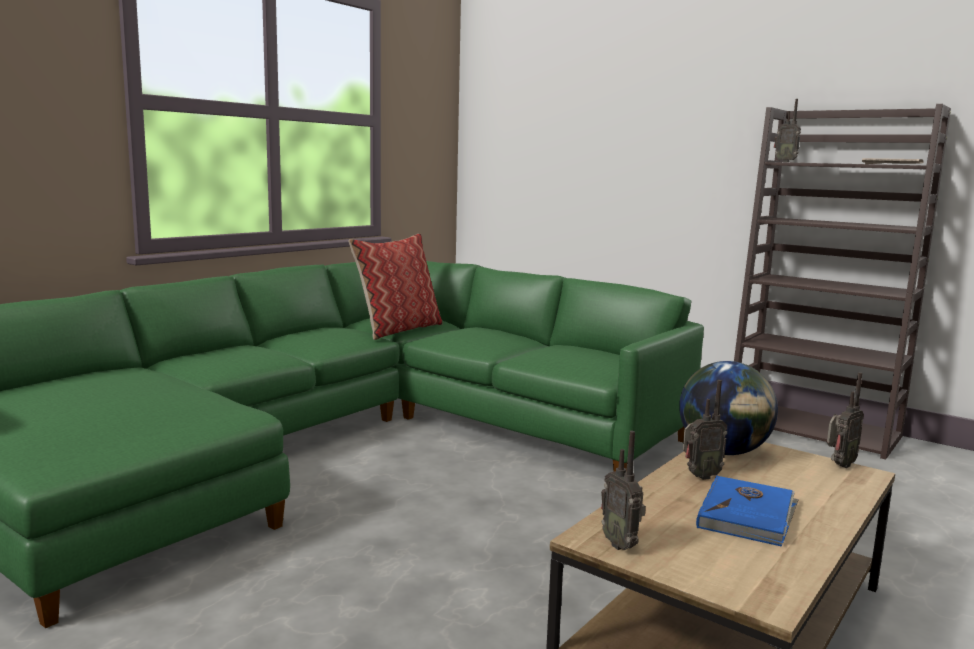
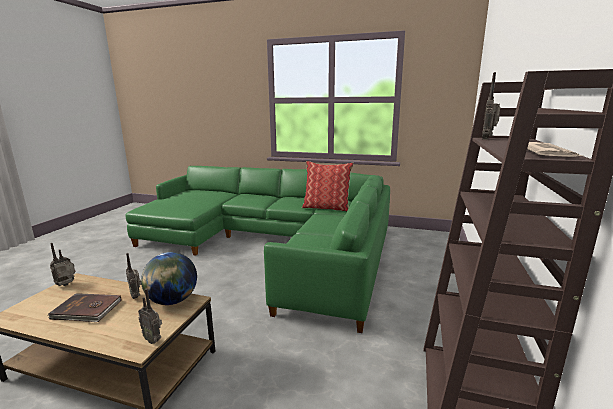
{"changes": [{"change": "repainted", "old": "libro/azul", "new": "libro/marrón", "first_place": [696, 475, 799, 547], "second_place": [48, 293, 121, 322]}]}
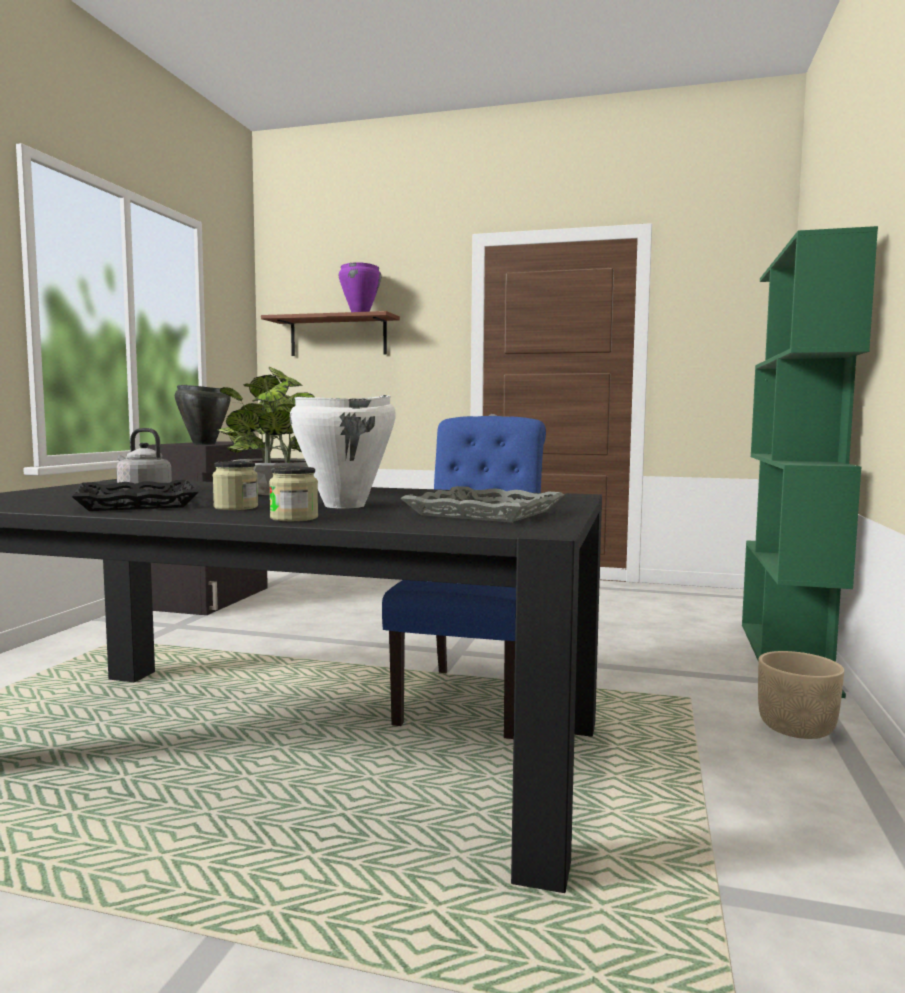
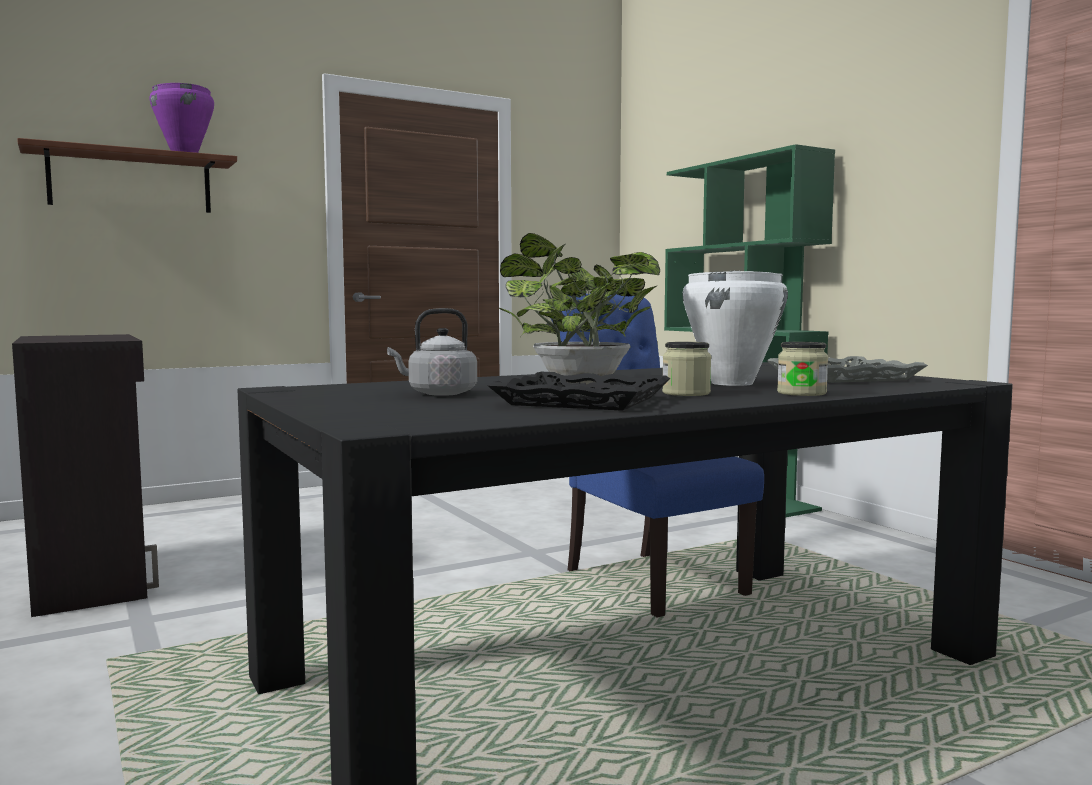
{"changes": [{"change": "gone", "old": "olla/negro", "first_place": [175, 385, 231, 444]}, {"change": "gone", "old": "maceta/beis", "first_place": [758, 651, 844, 739]}]}
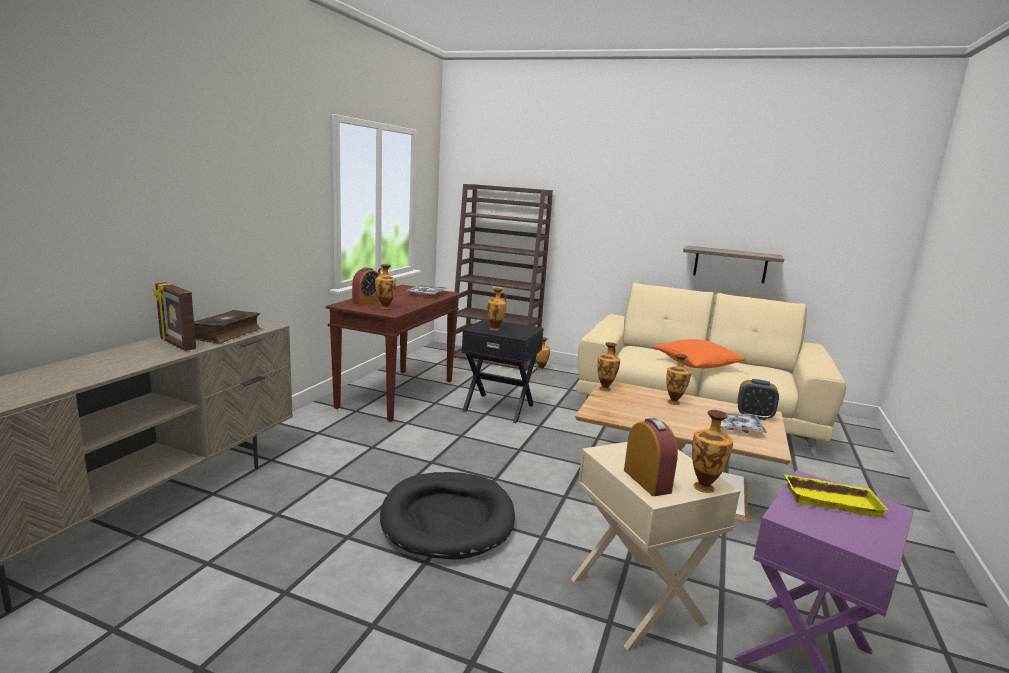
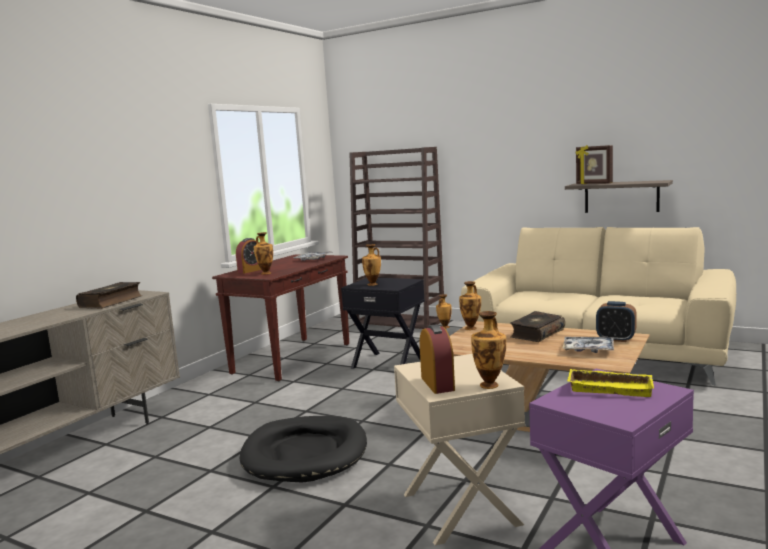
{"changes": [{"change": "shifted", "old": "portarretratos", "first_place": [154, 282, 196, 351], "second_place": [576, 145, 613, 184]}, {"change": "gone", "old": "cojín/naranja", "first_place": [653, 339, 746, 368]}, {"change": "swapped", "old": "florero", "new": "libro", "first_place": [666, 354, 691, 405], "second_place": [510, 311, 565, 342]}]}
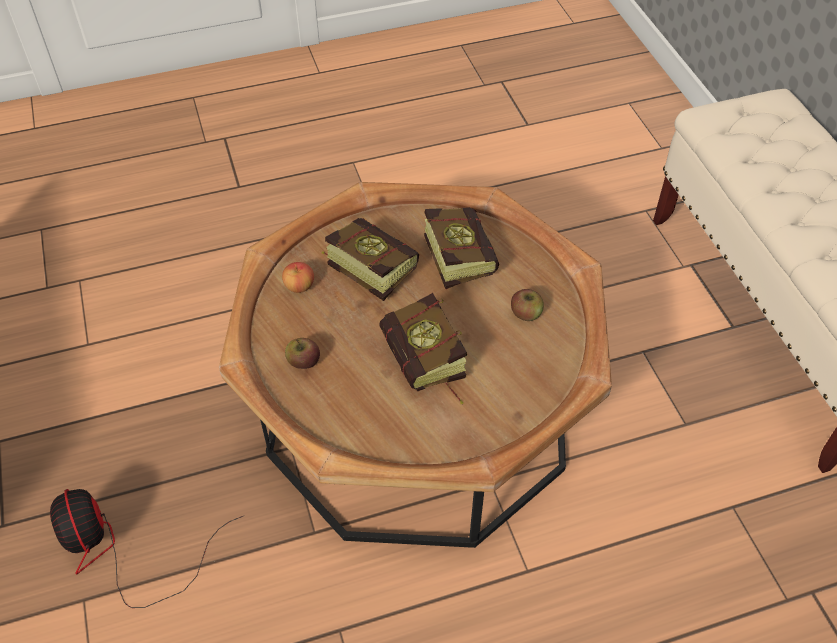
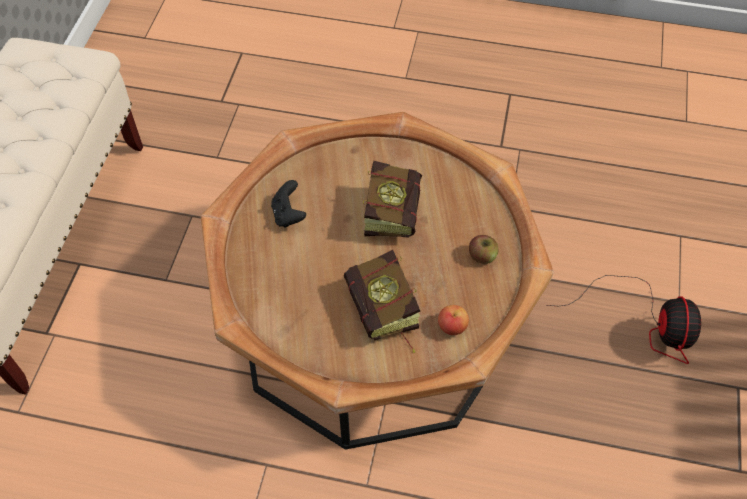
{"changes": [{"change": "gone", "old": "libro", "first_place": [424, 207, 499, 289]}, {"change": "swapped", "old": "manzana", "new": "mando de consola/negro", "first_place": [511, 289, 544, 321], "second_place": [271, 180, 306, 228]}]}
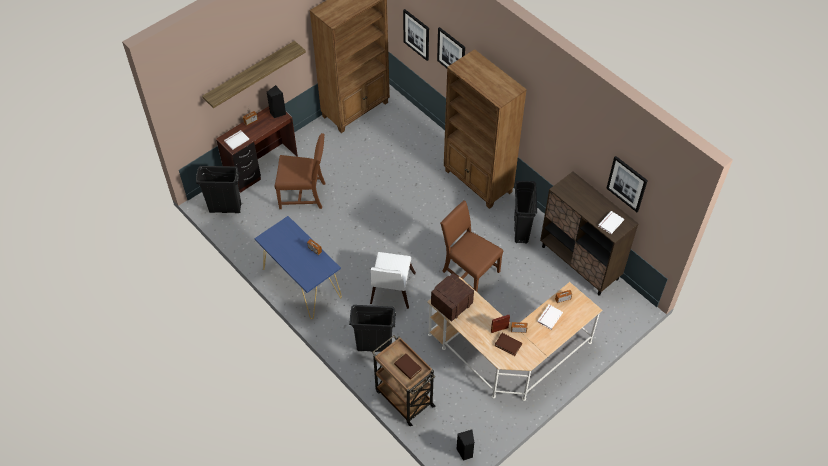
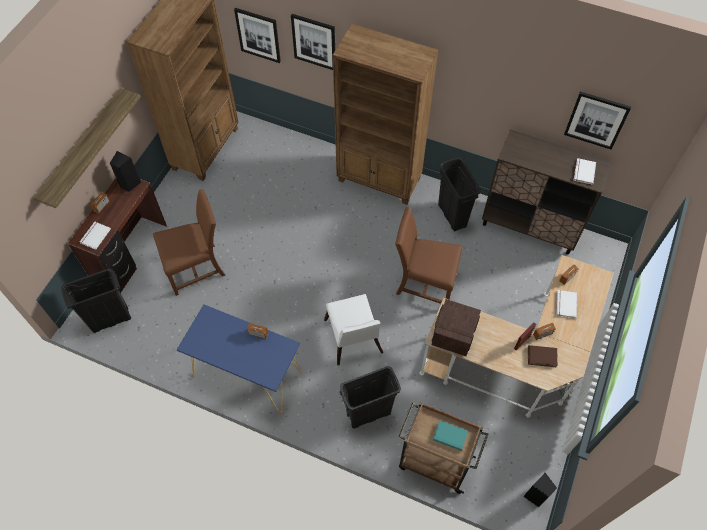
{"changes": [{"change": "repainted", "old": "libro/marrón", "new": "libro/turquesa", "first_place": [394, 353, 422, 380], "second_place": [433, 420, 468, 451]}]}
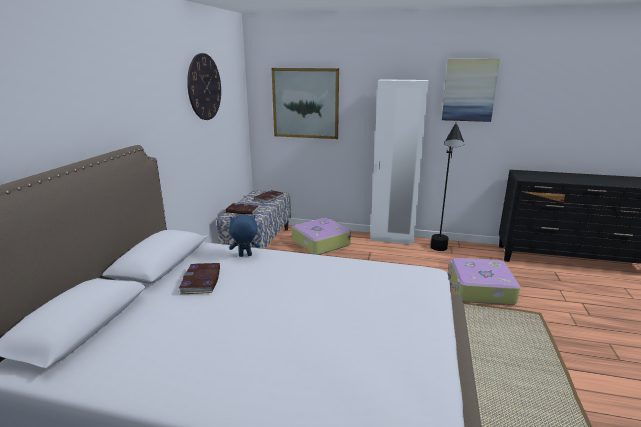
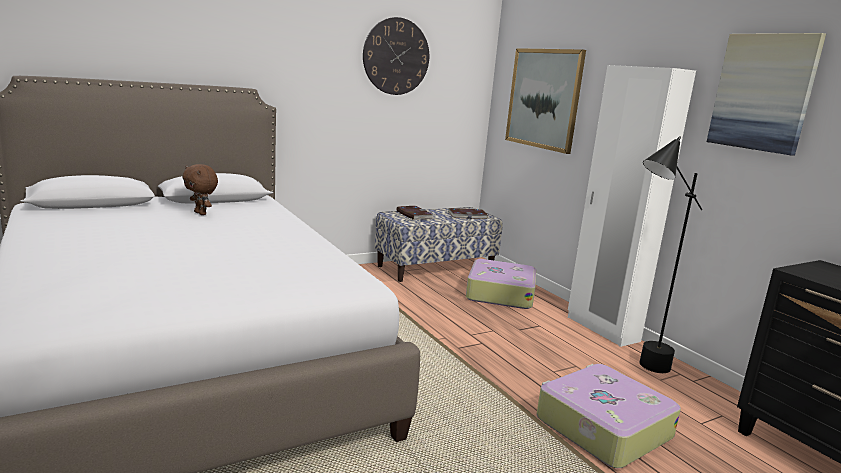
{"changes": [{"change": "gone", "old": "peluche/azul", "first_place": [229, 215, 260, 257]}, {"change": "swapped", "old": "libro", "new": "peluche/marrón", "first_place": [179, 263, 220, 294], "second_place": [182, 164, 218, 215]}]}
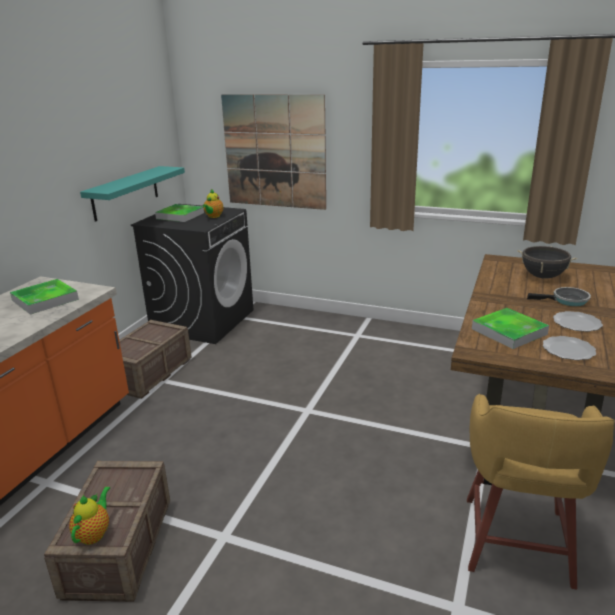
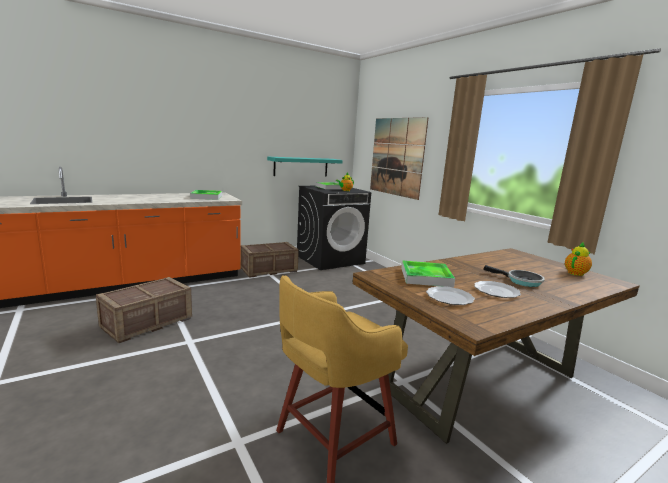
{"changes": [{"change": "gone", "old": "olla/negro", "first_place": [517, 246, 577, 279]}, {"change": "shifted", "old": "tetera", "first_place": [69, 486, 111, 545], "second_place": [565, 242, 592, 276]}]}
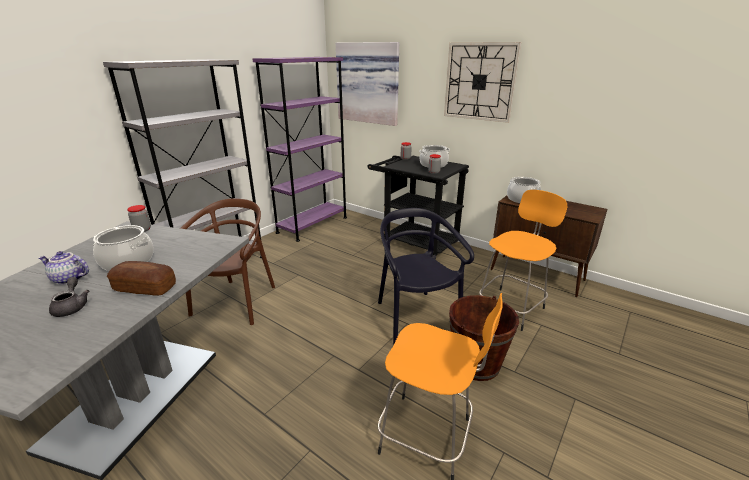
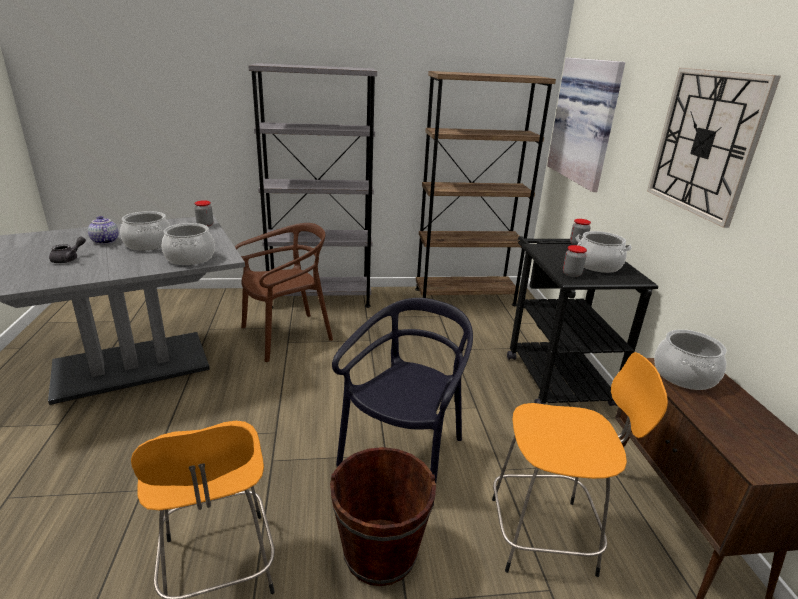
{"changes": [{"change": "repainted", "old": "estantería/morado", "new": "estantería/marrón", "first_place": [252, 57, 347, 242], "second_place": [415, 71, 556, 306]}, {"change": "gone", "old": "pan", "first_place": [107, 261, 176, 296]}, {"change": "new", "new": "olla", "second_place": [162, 223, 215, 265]}]}
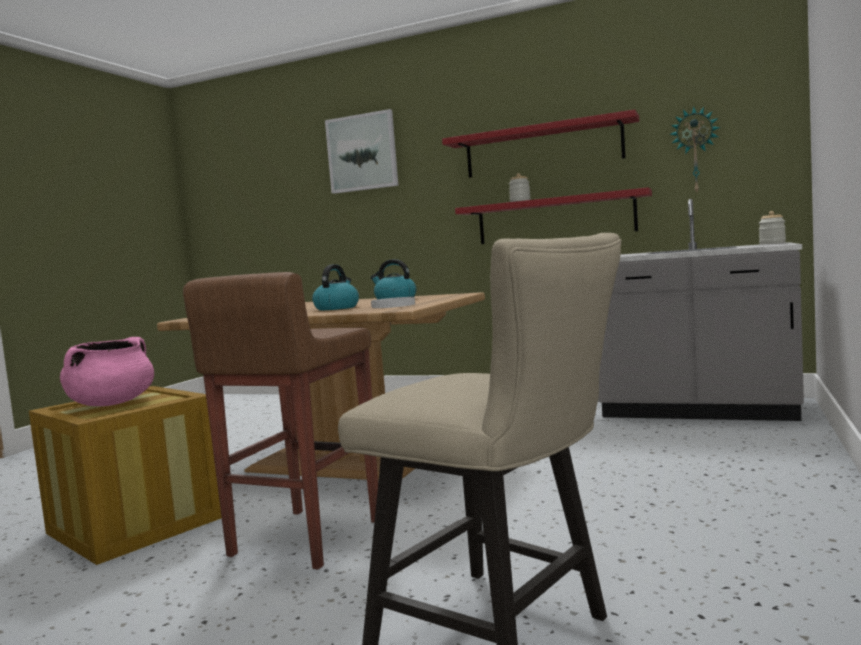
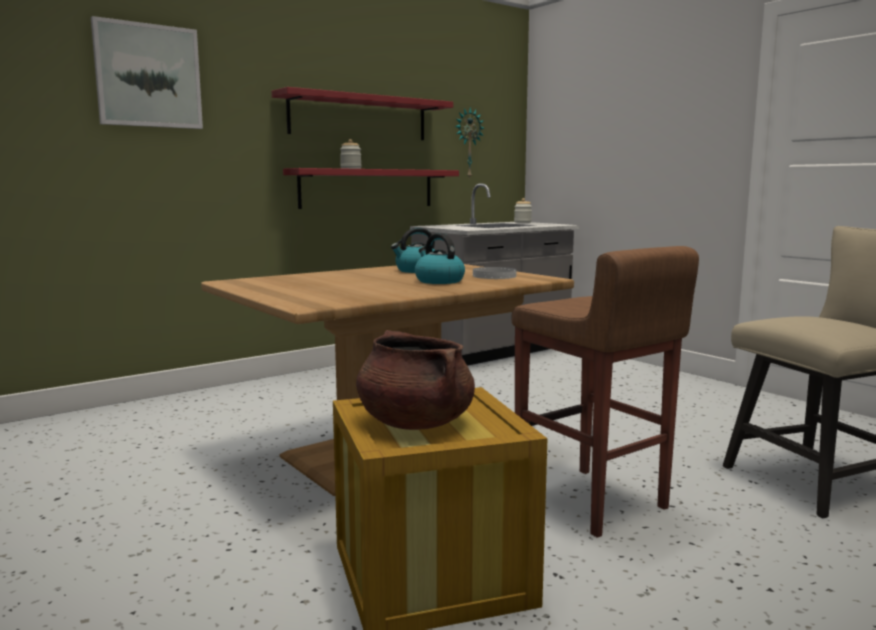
{"changes": [{"change": "repainted", "old": "olla/rosa", "new": "olla/marrón", "first_place": [60, 337, 154, 406], "second_place": [356, 330, 475, 430]}]}
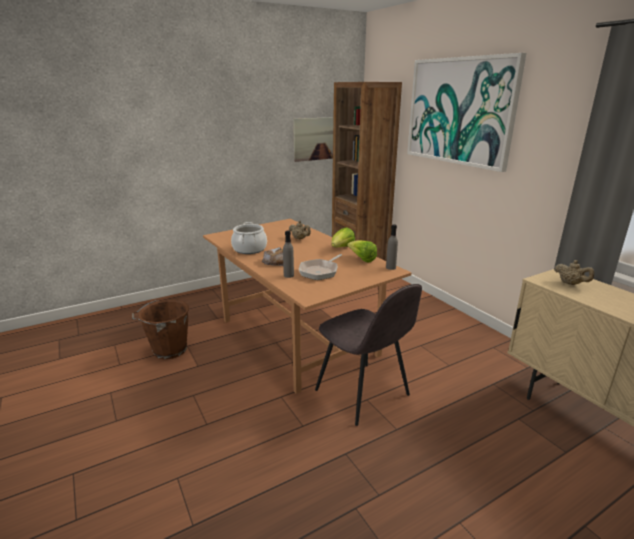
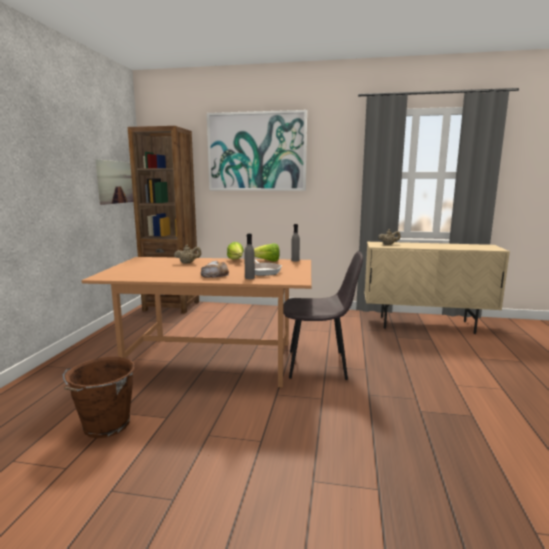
{"changes": [{"change": "gone", "old": "olla", "first_place": [231, 222, 267, 254]}]}
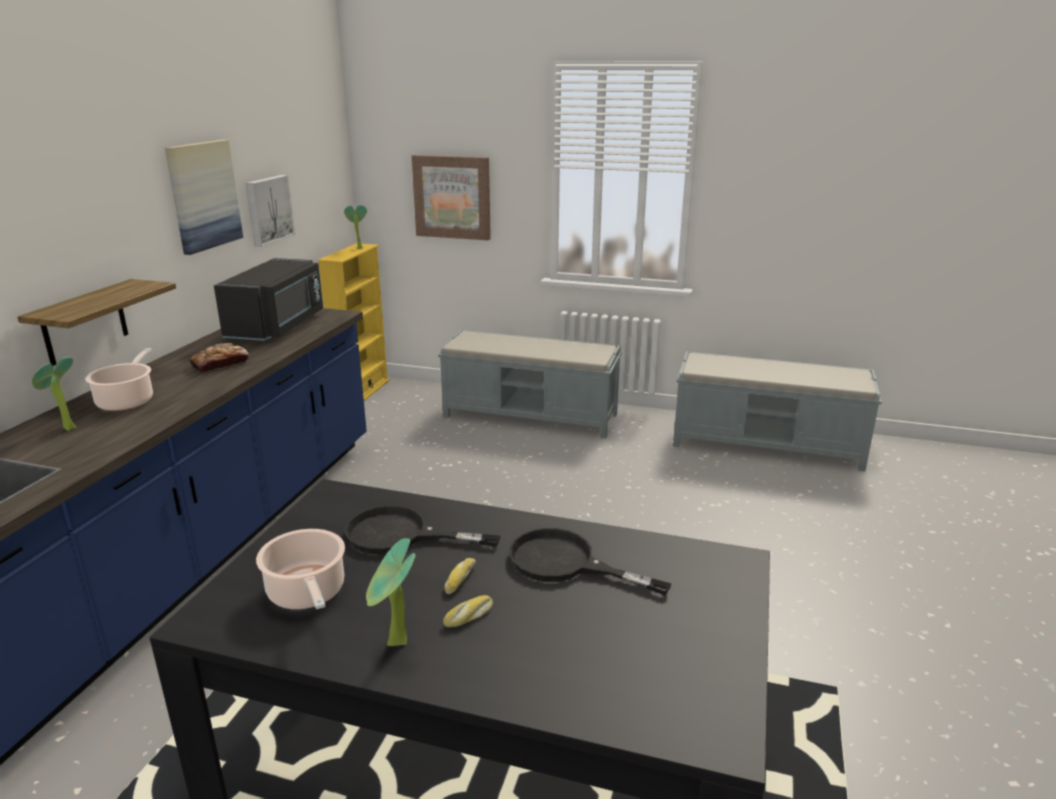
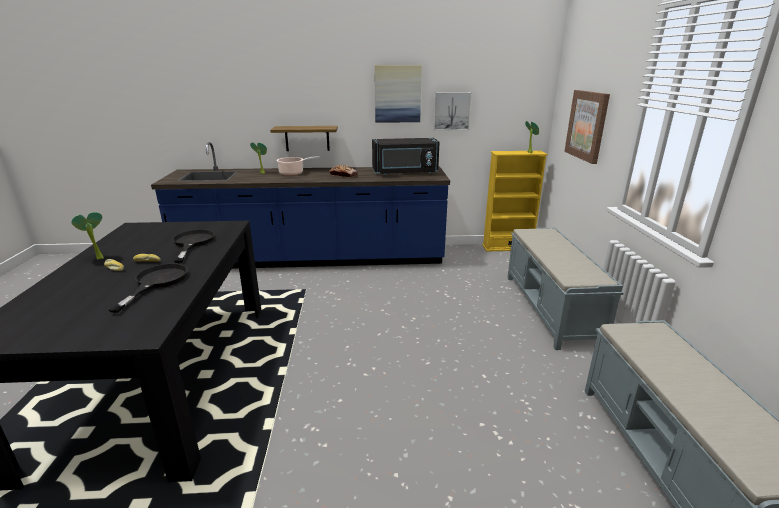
{"changes": [{"change": "gone", "old": "olla", "first_place": [256, 529, 345, 609]}]}
